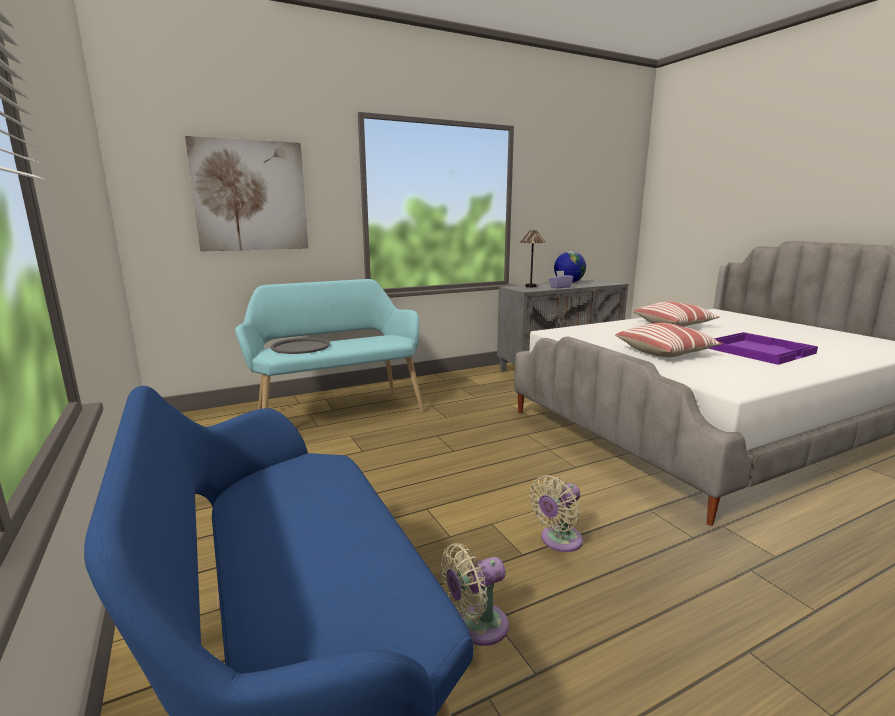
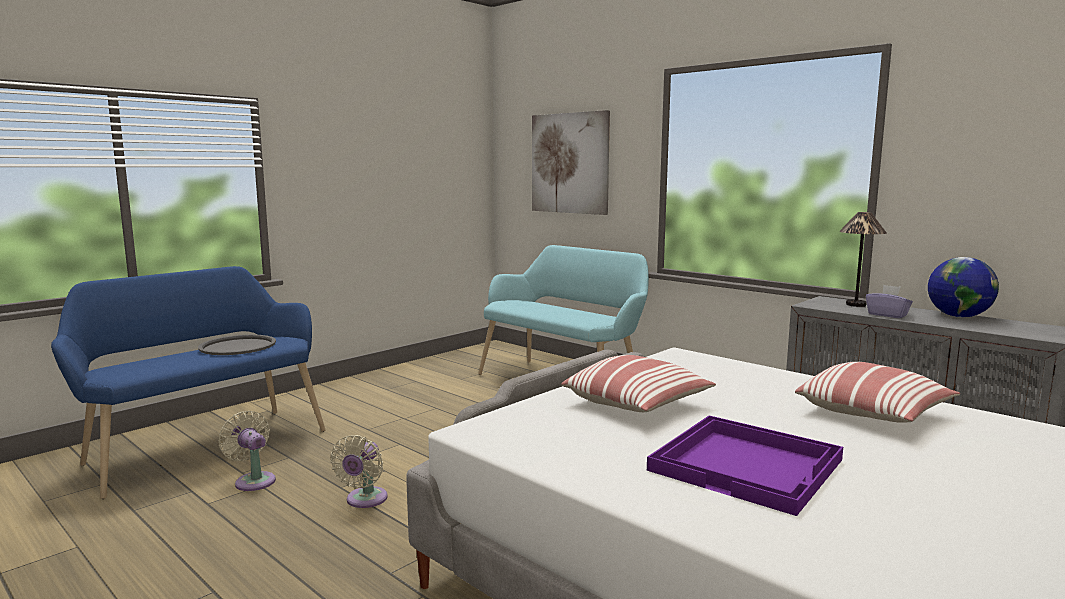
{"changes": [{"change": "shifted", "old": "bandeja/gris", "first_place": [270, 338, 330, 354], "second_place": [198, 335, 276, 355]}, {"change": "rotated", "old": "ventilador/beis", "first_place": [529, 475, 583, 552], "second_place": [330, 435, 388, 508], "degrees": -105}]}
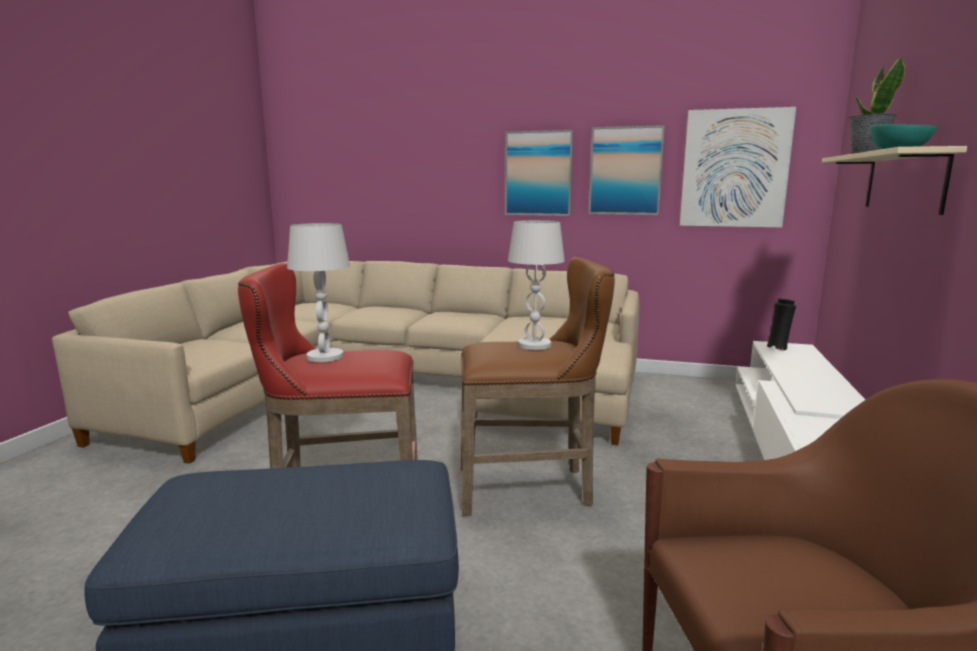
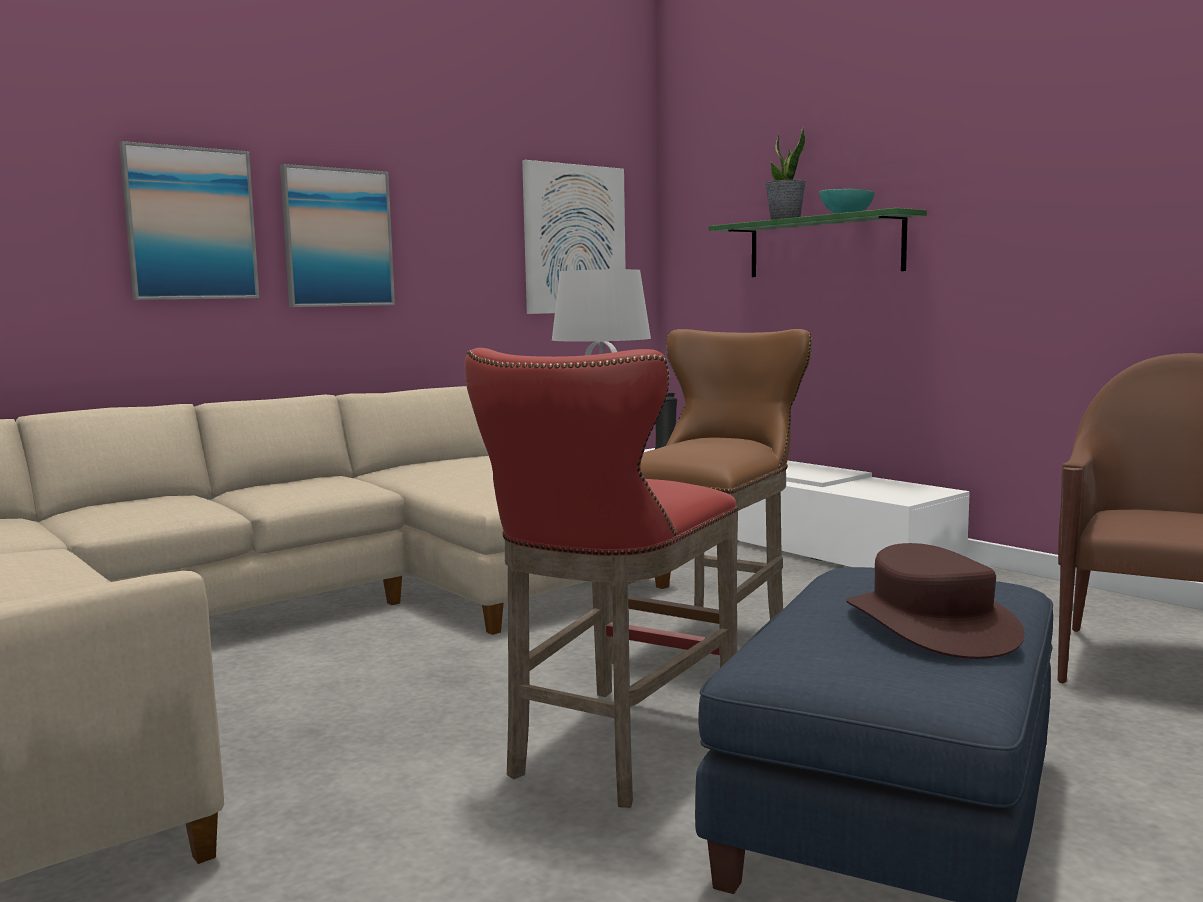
{"changes": [{"change": "shifted", "old": "cuadro", "first_place": [589, 125, 665, 215], "second_place": [119, 141, 259, 300]}, {"change": "repainted", "old": "estante/beis", "new": "estante/verde", "first_place": [822, 146, 967, 215], "second_place": [708, 208, 927, 277]}, {"change": "gone", "old": "lámpara de mesa/blanco", "first_place": [508, 220, 565, 350]}, {"change": "new", "new": "sombrero/marrón", "second_place": [846, 543, 1025, 659]}]}
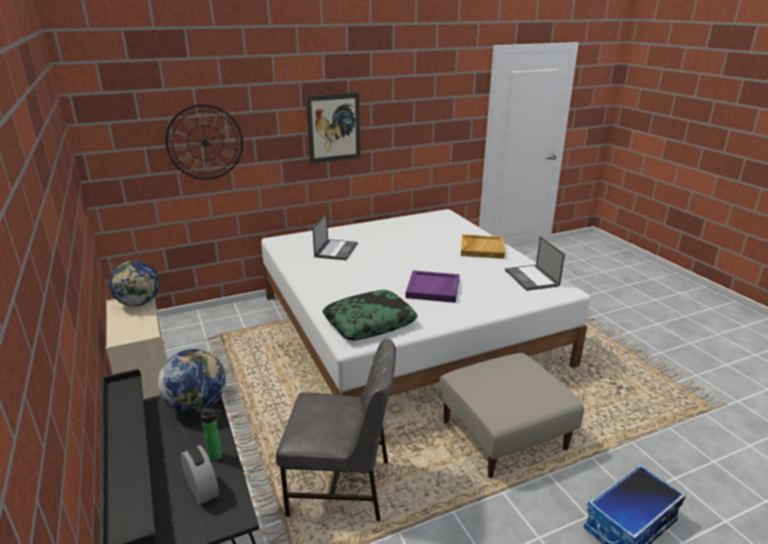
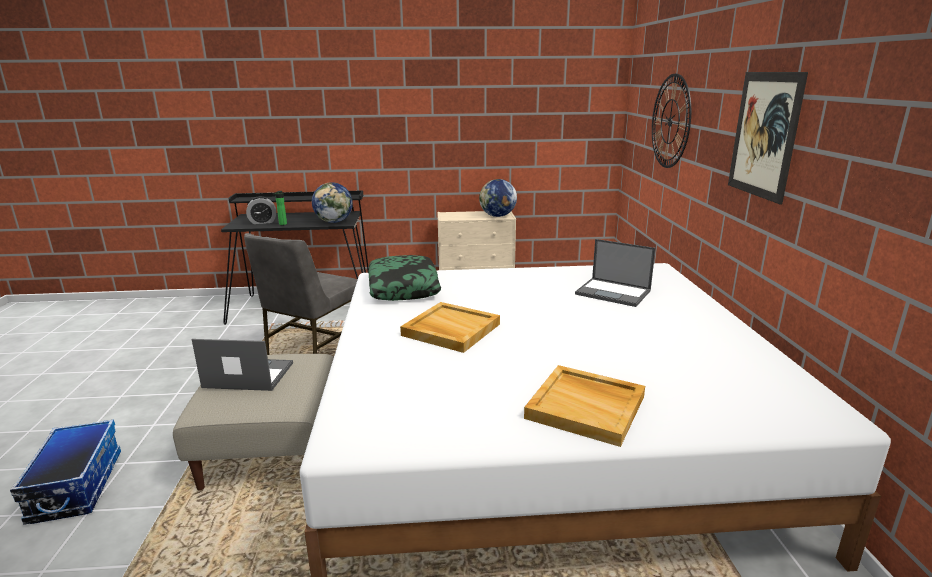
{"changes": [{"change": "shifted", "old": "portátil", "first_place": [505, 236, 565, 291], "second_place": [192, 339, 293, 391]}, {"change": "repainted", "old": "bandeja/morado", "new": "bandeja/beis", "first_place": [406, 270, 460, 303], "second_place": [400, 302, 500, 353]}]}
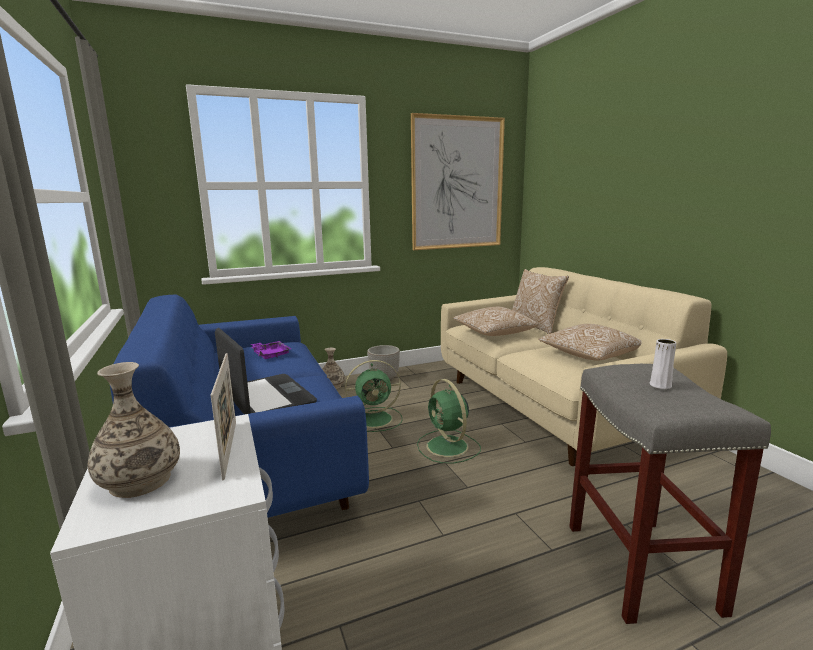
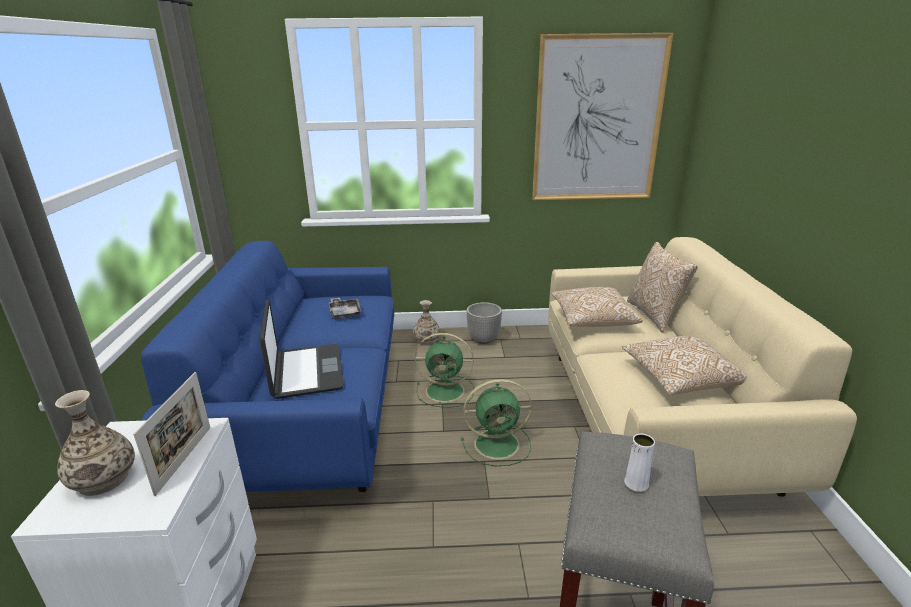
{"changes": [{"change": "repainted", "old": "bandeja/morado", "new": "bandeja/gris", "first_place": [251, 341, 291, 359], "second_place": [328, 298, 362, 320]}, {"change": "rotated", "old": "ventilador/verde", "first_place": [417, 379, 481, 464], "second_place": [461, 379, 532, 466], "degrees": -90}]}
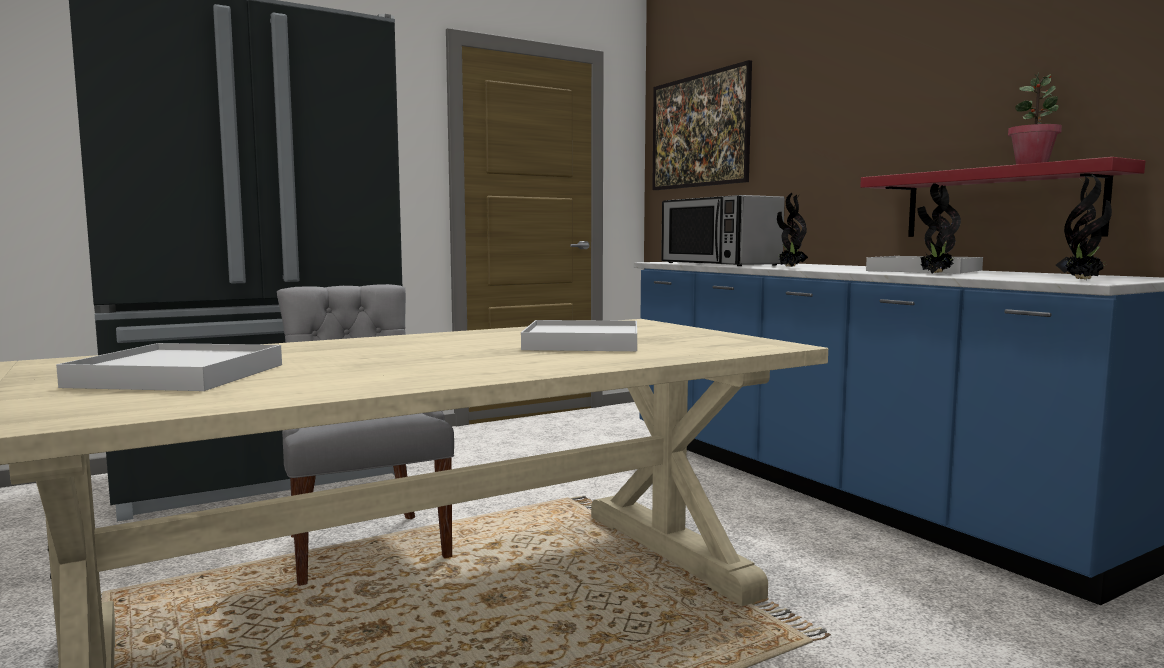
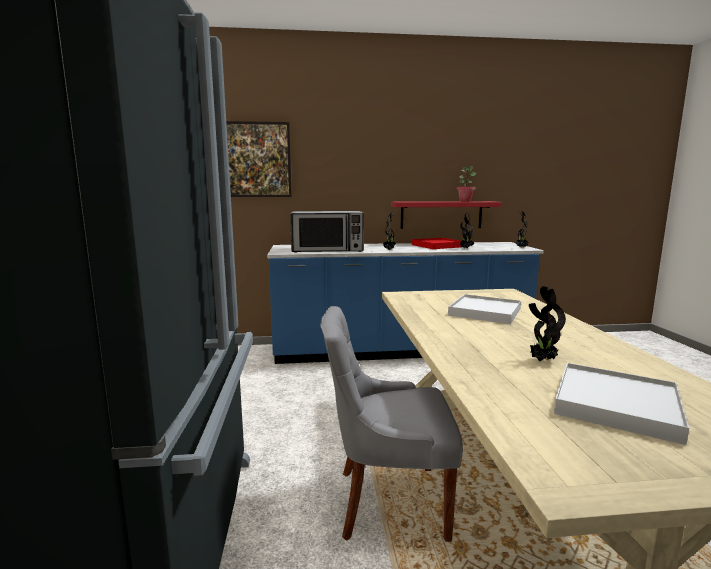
{"changes": [{"change": "repainted", "old": "bandeja/blanco", "new": "bandeja/rojo", "first_place": [866, 256, 983, 274], "second_place": [412, 238, 461, 249]}, {"change": "new", "new": "planta en maceta", "second_place": [529, 286, 566, 361]}]}
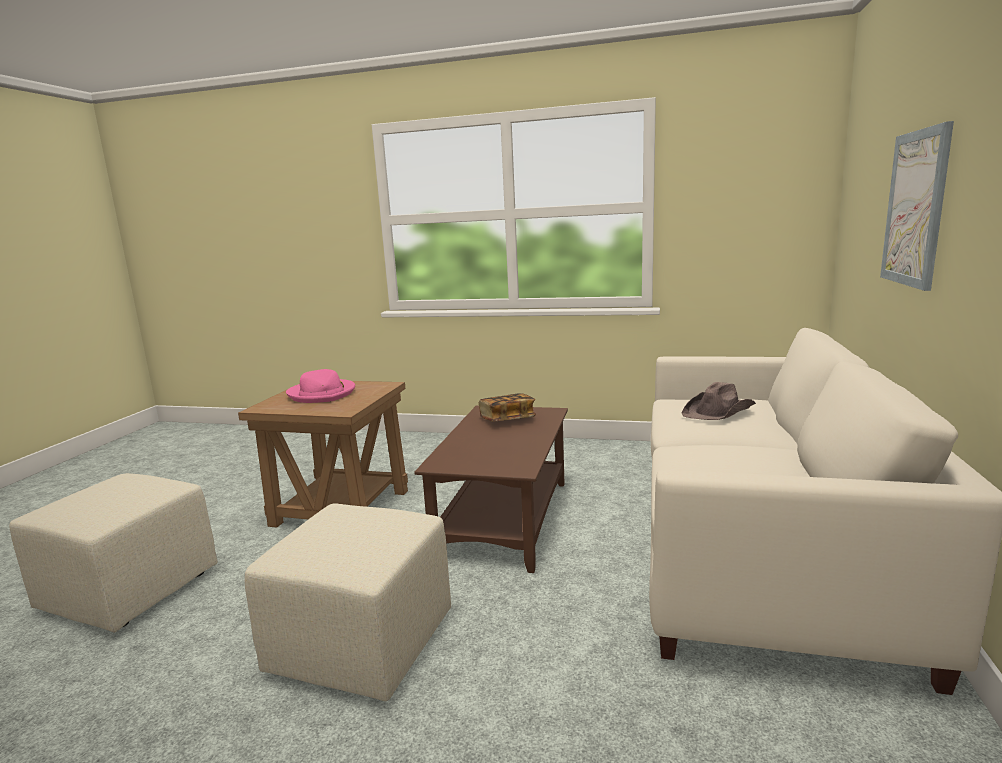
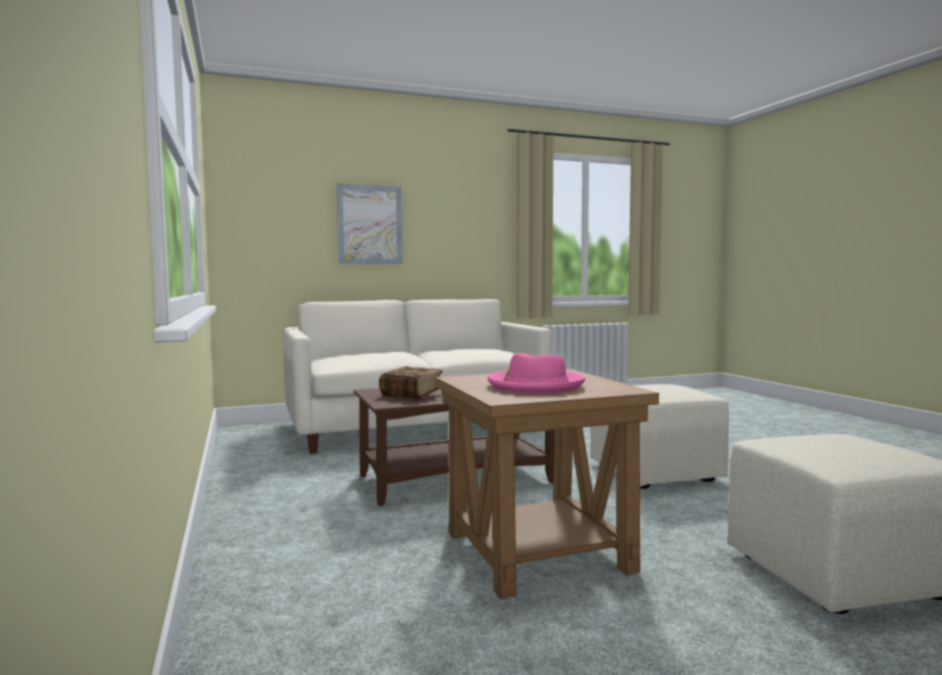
{"changes": [{"change": "gone", "old": "sombrero/marrón", "first_place": [681, 382, 756, 420]}]}
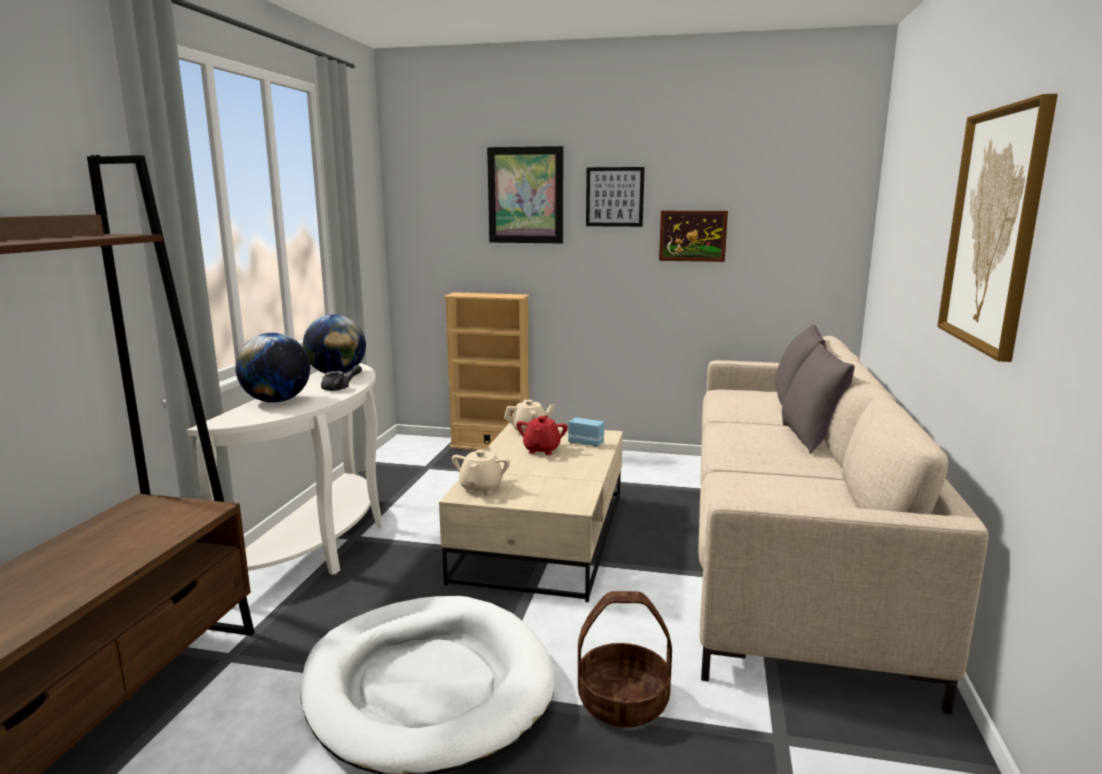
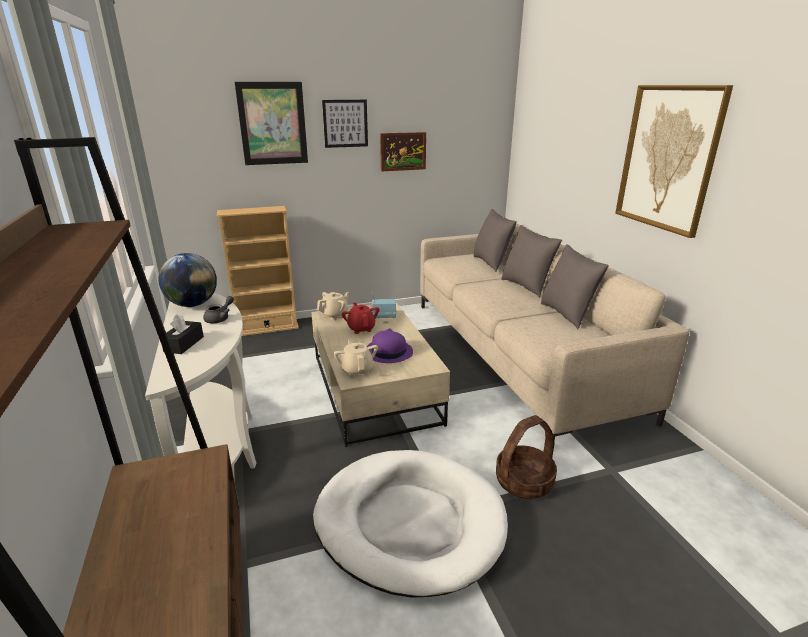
{"changes": [{"change": "swapped", "old": "globo terráqueo", "new": "caja de pañuelos/negro", "first_place": [235, 333, 310, 403], "second_place": [162, 314, 204, 354]}, {"change": "new", "new": "cojín/gris", "second_place": [541, 244, 609, 329]}, {"change": "new", "new": "sombrero/morado", "second_place": [367, 329, 413, 363]}]}
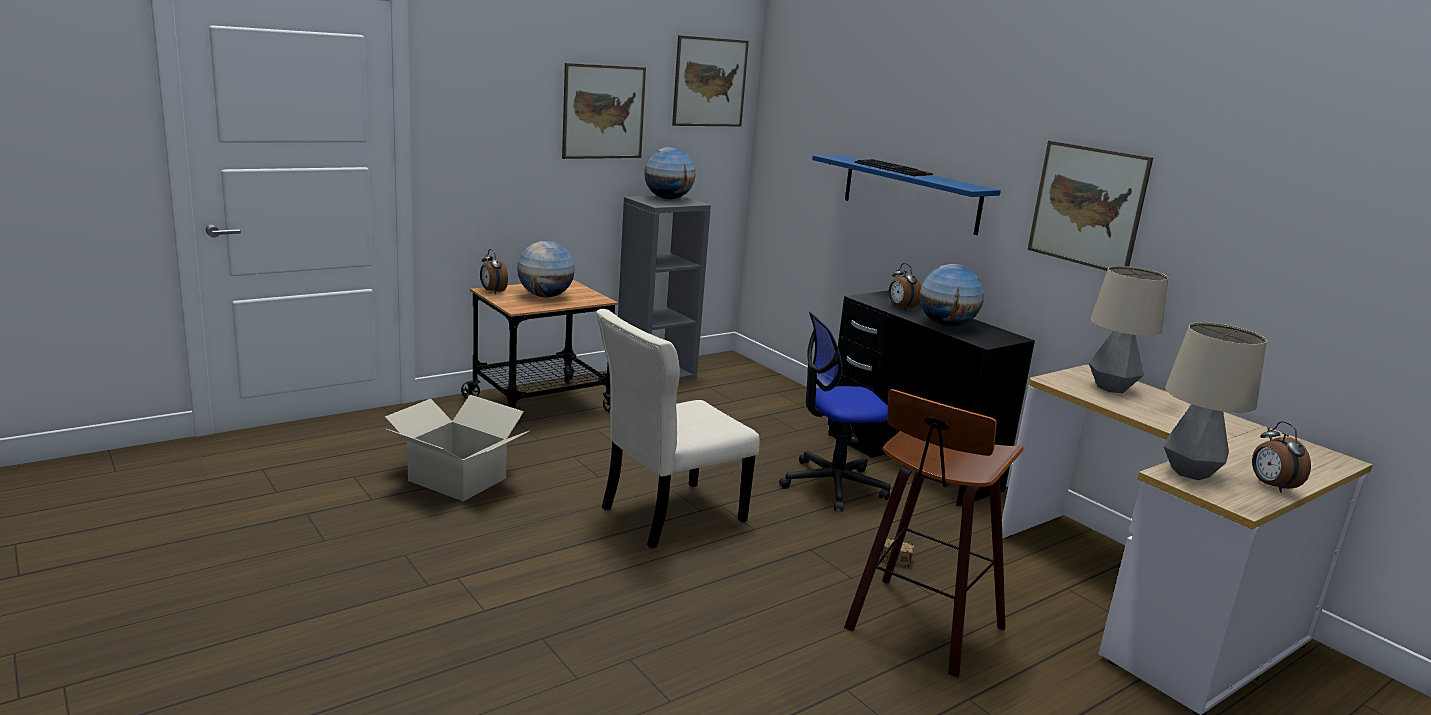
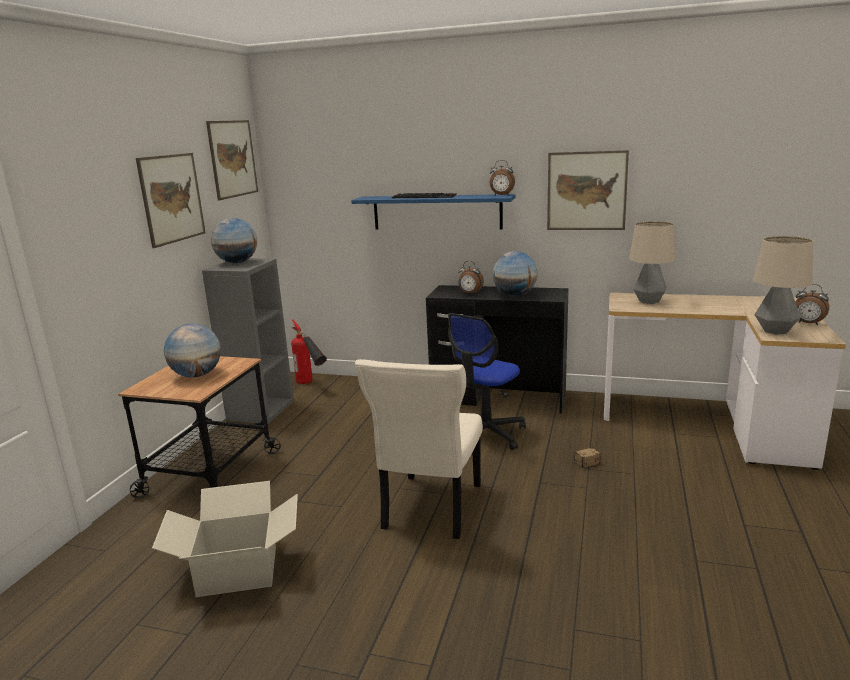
{"changes": [{"change": "shifted", "old": "despertador", "first_place": [480, 249, 508, 294], "second_place": [490, 160, 515, 195]}, {"change": "gone", "old": "taburete", "first_place": [844, 389, 1024, 678]}, {"change": "new", "new": "extintor", "second_place": [291, 319, 327, 384]}]}
